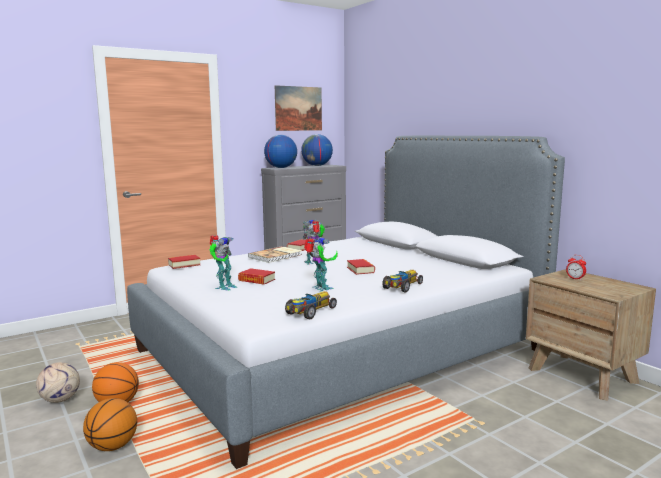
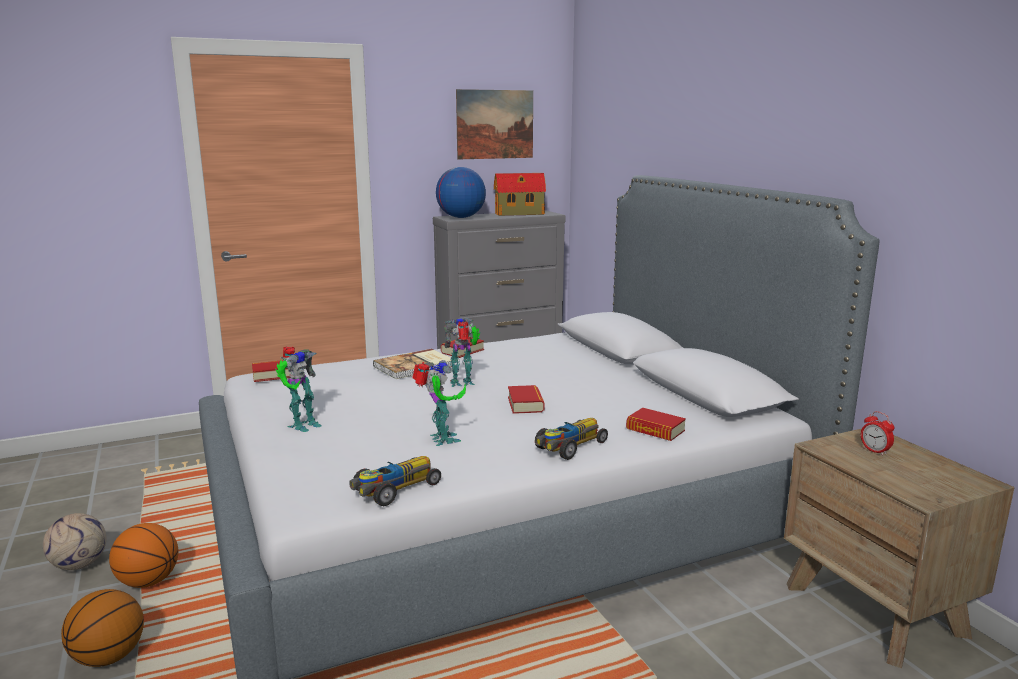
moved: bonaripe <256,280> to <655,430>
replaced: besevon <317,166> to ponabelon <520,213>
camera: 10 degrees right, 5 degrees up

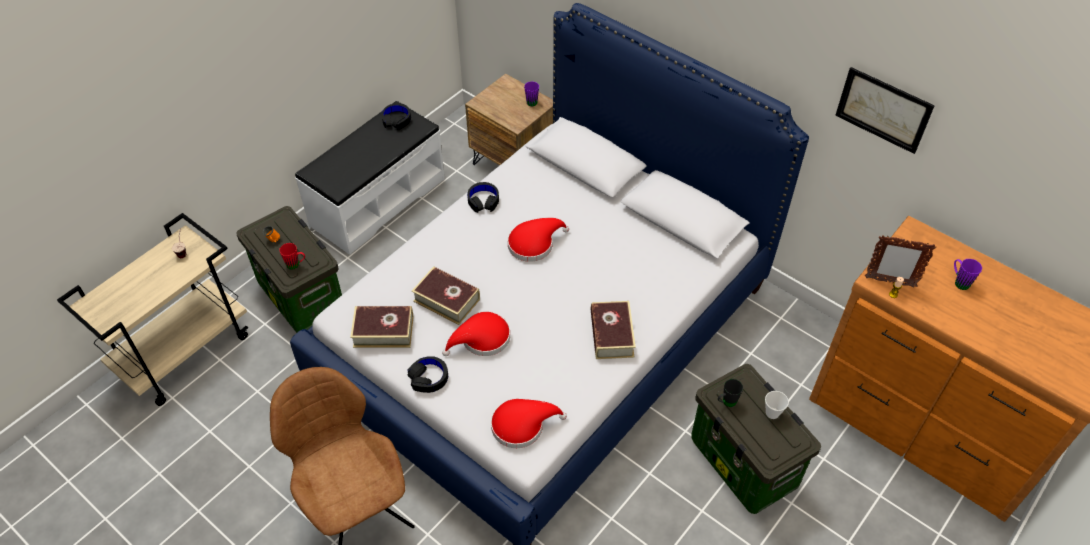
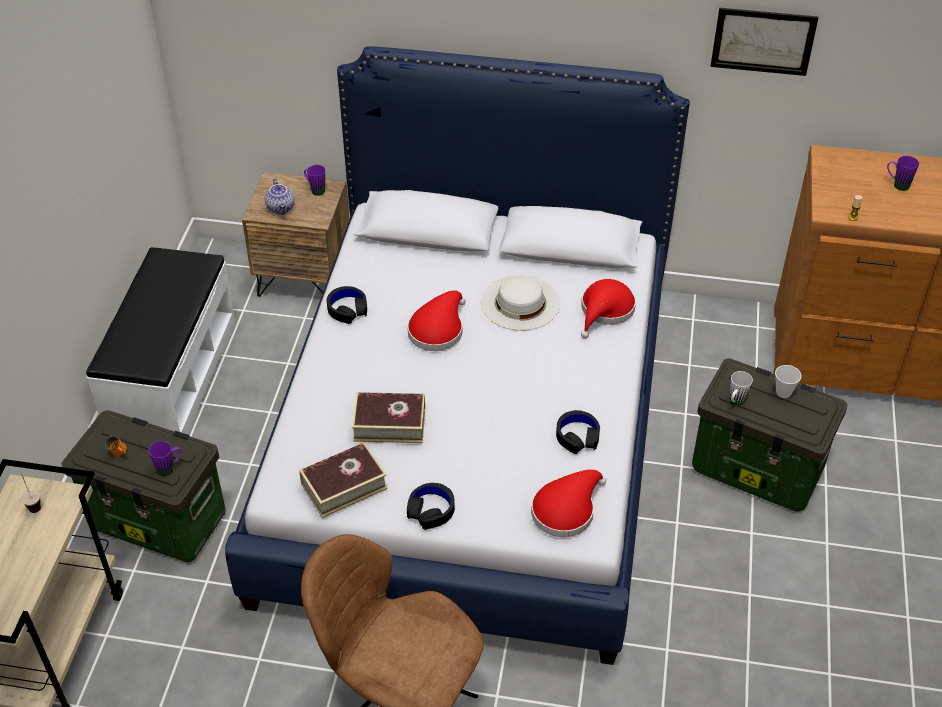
removed: bonaripe <611,334>; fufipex <889,282>
added: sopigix <281,208>; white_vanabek <520,302>
moved: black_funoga <396,120> to <577,436>; red_vanabek <481,339> to <605,311>
recoloured: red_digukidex <296,265> to purple_digukidex <169,468>; black_digukidex <726,402> to white_digukidex <735,402>
camera: 30 degrees left, 5 degrees down

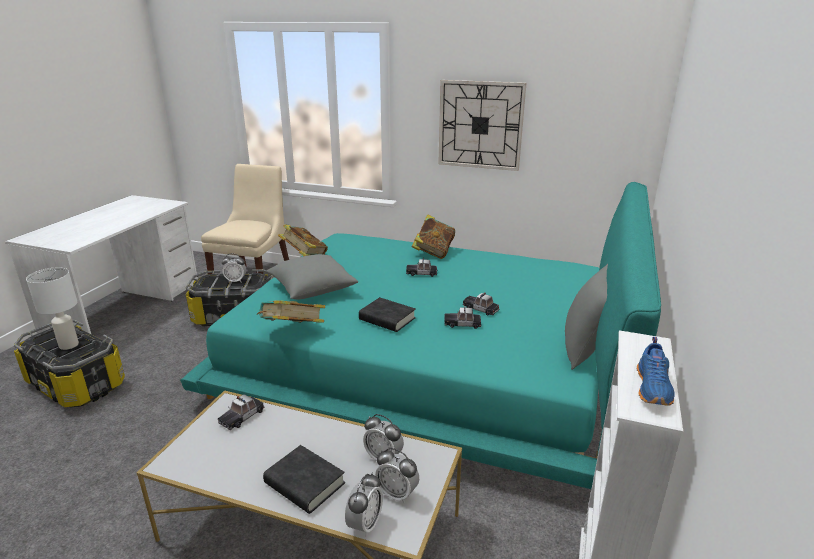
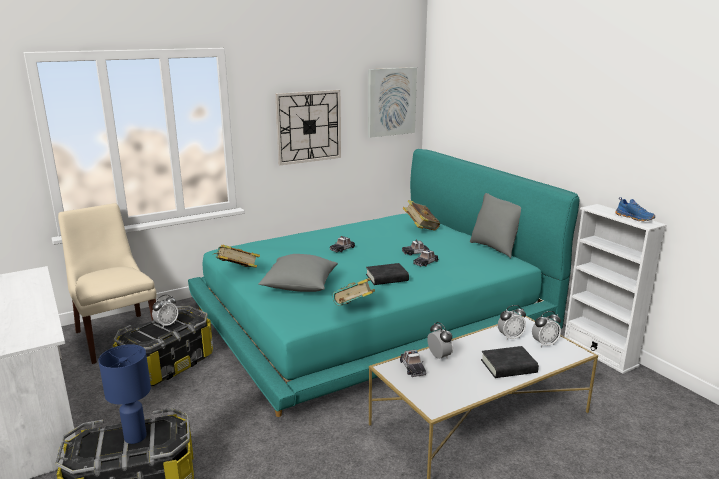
added: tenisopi <391,102>
moved: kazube <365,524> to <439,357>; bonaripe <433,252> to <420,229>
recoloured: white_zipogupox <69,345> to blue_zipogupox <135,436>
camera: 50 degrees left, 5 degrees down

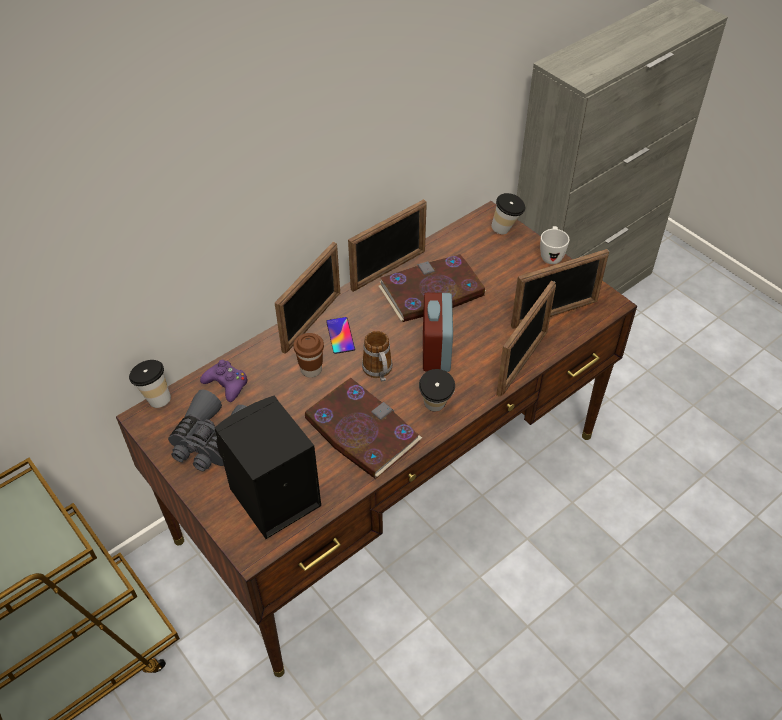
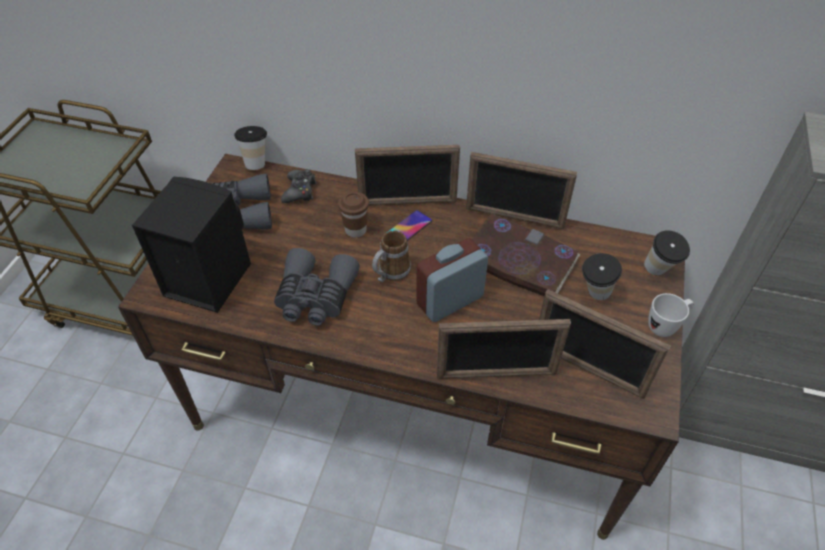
moved: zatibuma <435,409> to <594,296>
replaced: bonaripe <361,431> to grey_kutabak <315,297>
recoloured: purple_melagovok <226,384> to black_melagovok <300,191>
camera: 55 degrees right, 0 degrees up

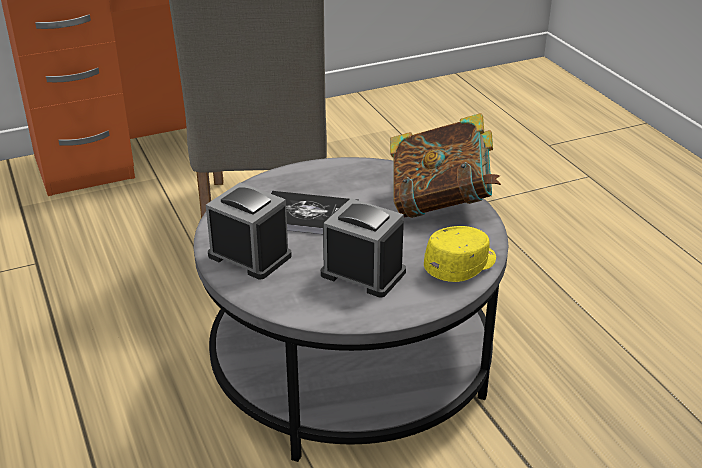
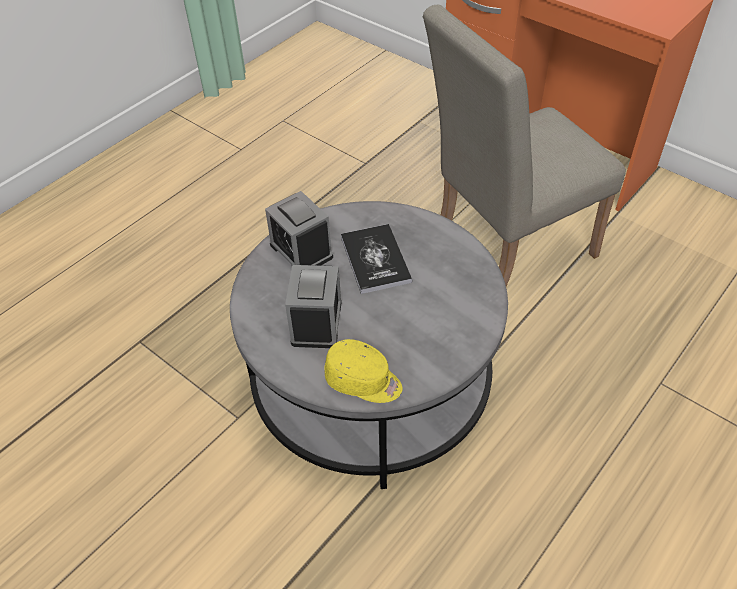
removed: bonaripe <441,204>
turned: kazube <249,256> = <301,250> 135 degrees clockwise
camera: 65 degrees right, 15 degrees up

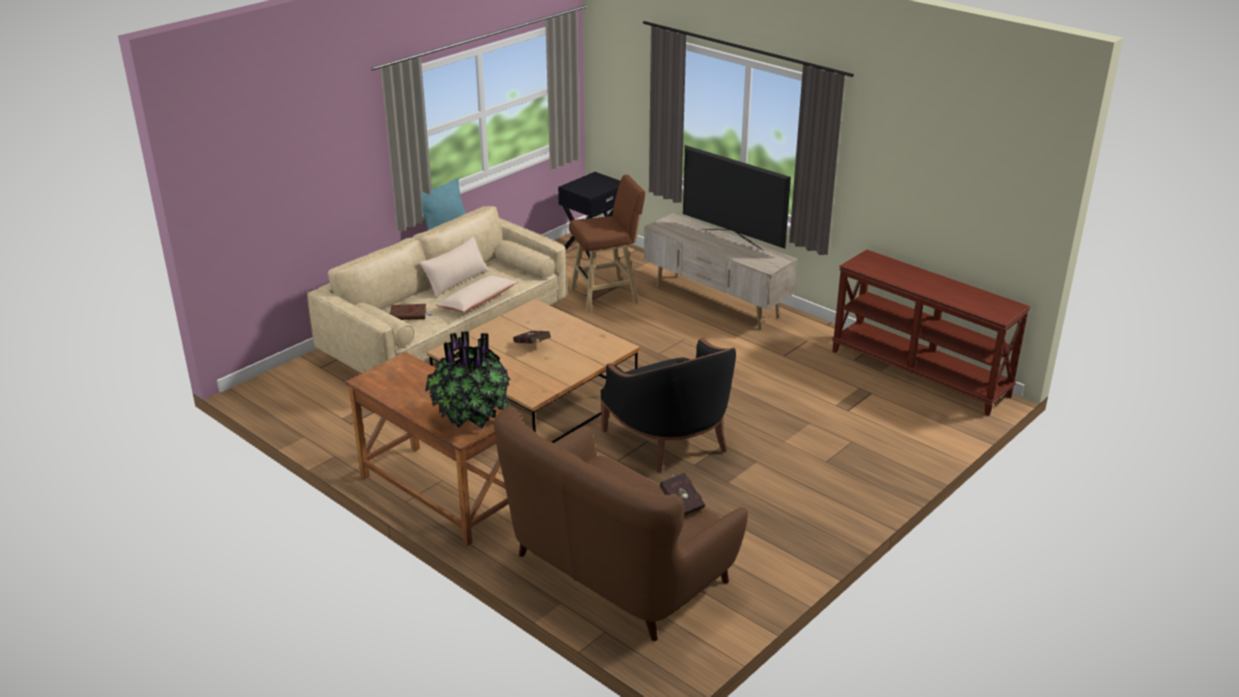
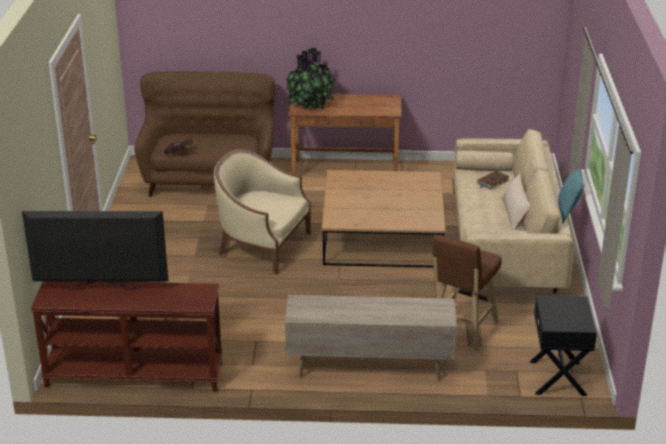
removed: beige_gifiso <477,302>; red_bonaripe <532,346>
moved: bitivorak <732,239> to <101,290>
recoloured: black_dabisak <670,439> to beige_dabisak <263,246>
camera: 140 degrees right, 0 degrees up

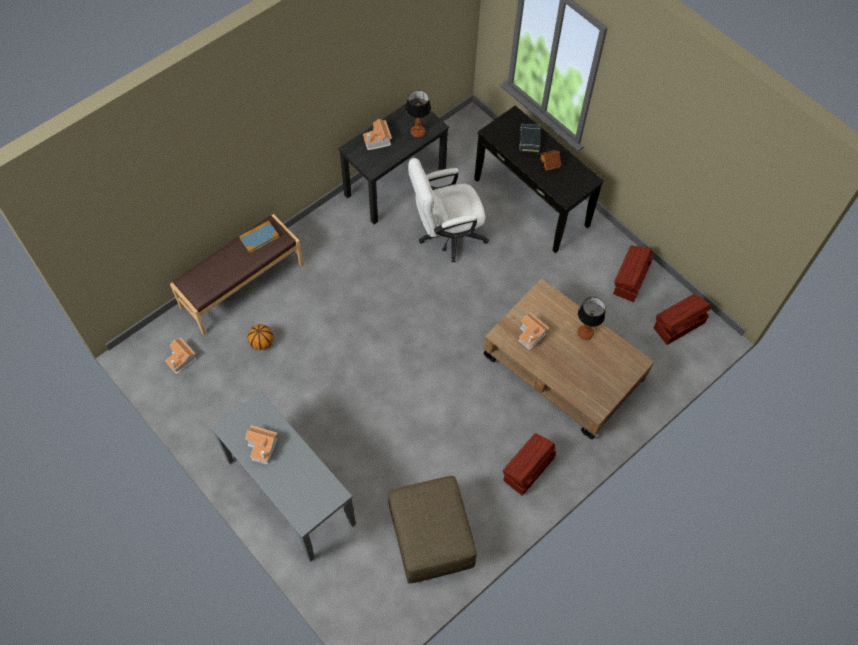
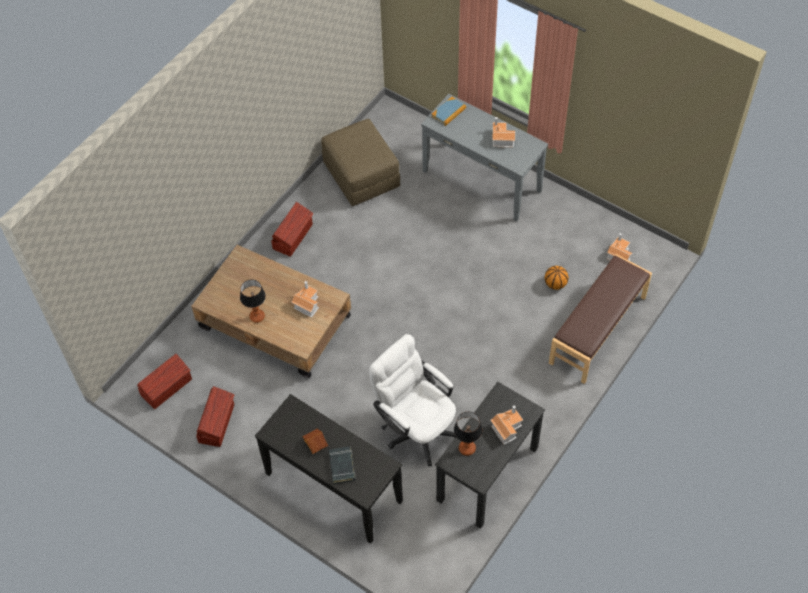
moved: bonaripe <259,237> to <448,112>
turned: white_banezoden <446,235> = <416,427> 105 degrees counterclockwise
camera: 170 degrees right, 5 degrees down

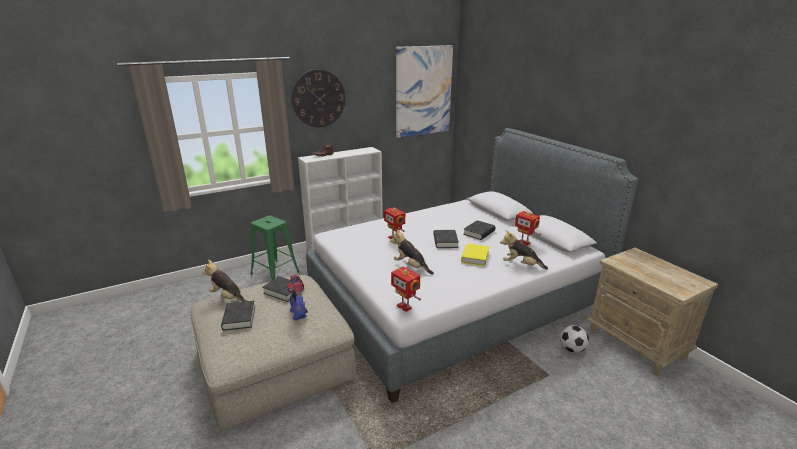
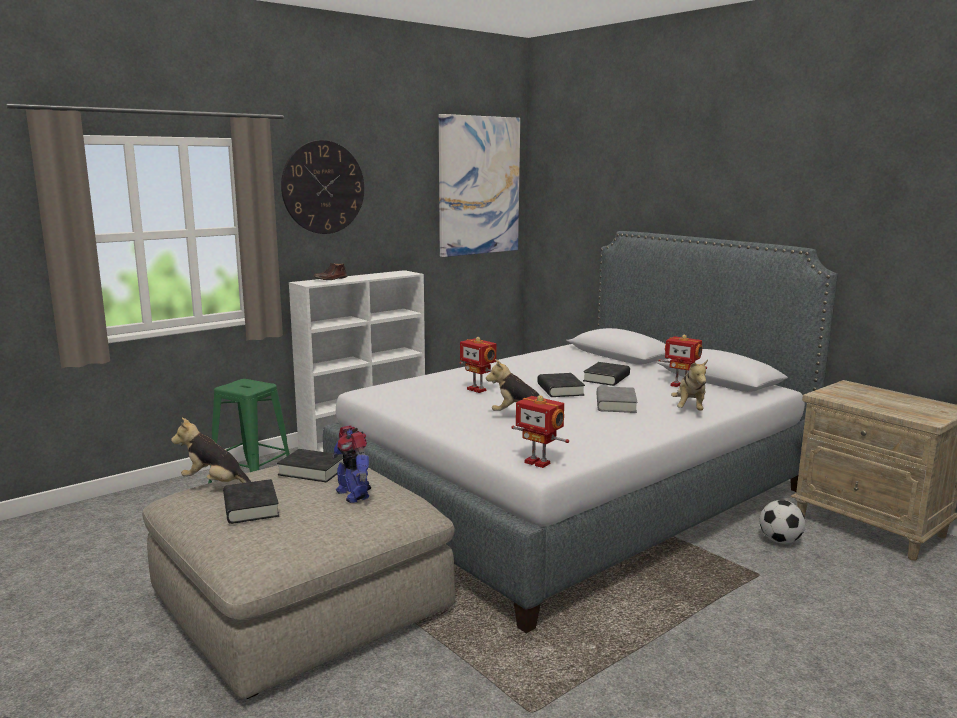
recoloured: yellow_bonaripe <475,257> to grey_bonaripe <615,404>
turned: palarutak <521,265> = <689,409> 90 degrees counterclockwise
camera: 10 degrees left, 10 degrees down

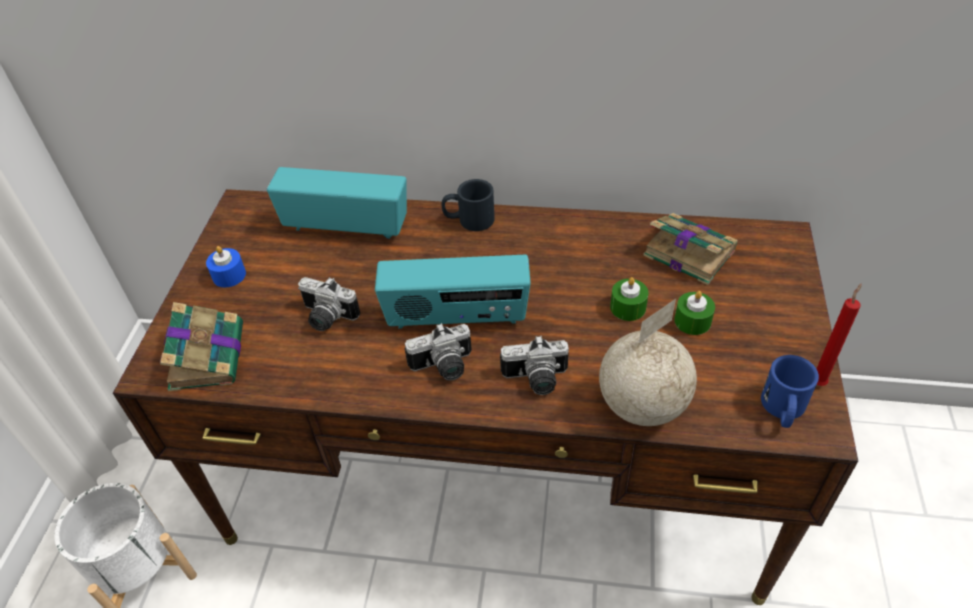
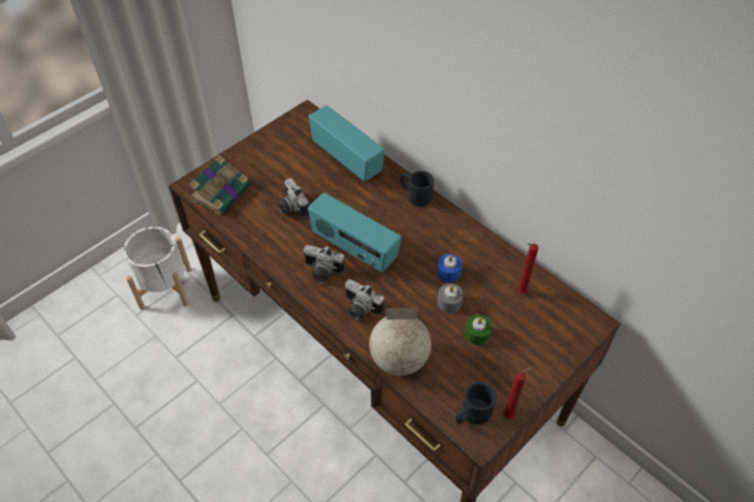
moved: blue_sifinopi <229,275> to <448,272>
replaced: bonaripe <687,252> to red_sifinopi <520,292>
recoloured: green_sifinopi <628,307> to grey_sifinopi <449,302>; blue_digukidex <783,410> to black_digukidex <471,414>
camera: 35 degrees right, 5 degrees up

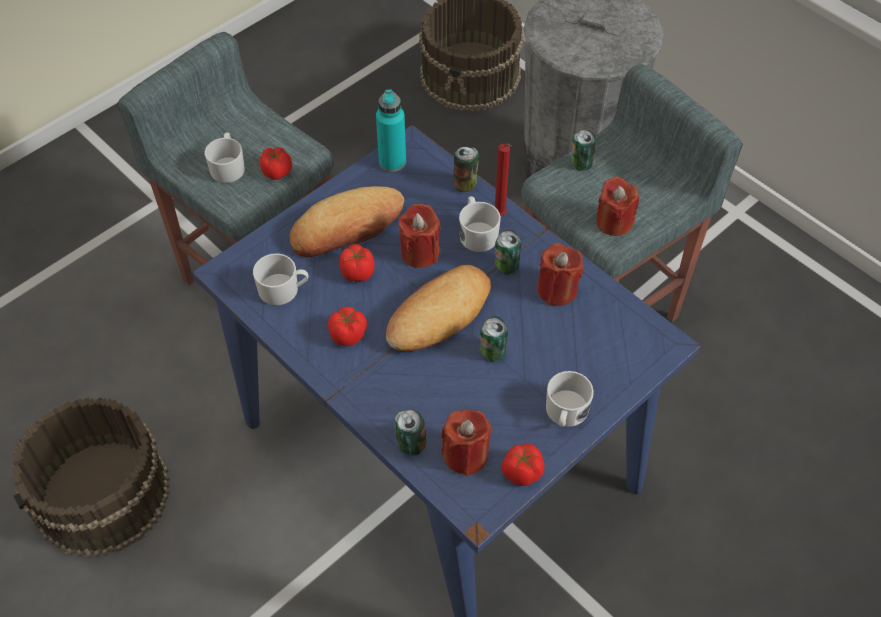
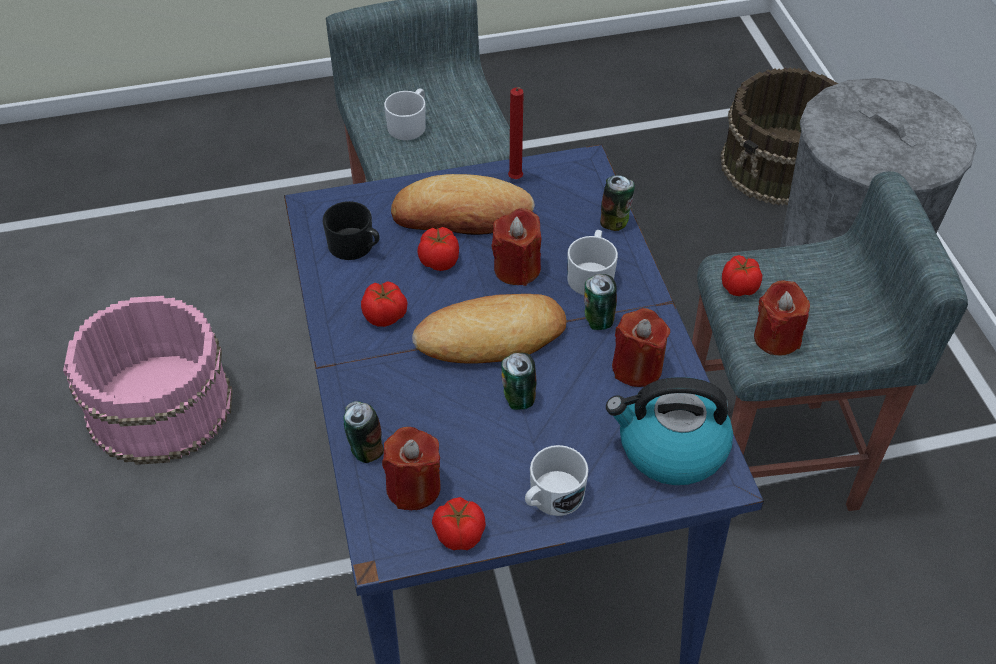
removed: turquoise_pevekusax <392,162>; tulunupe <580,164>
added: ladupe <670,448>
moved: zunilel <276,171> to <738,286>; red_sifinopi <501,216> to <515,180>
recoloured: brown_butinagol <103,496> to pink_butinagol <159,407>; white_digukidex <284,290> to black_digukidex <355,247>
camera: 30 degrees right, 5 degrees down

